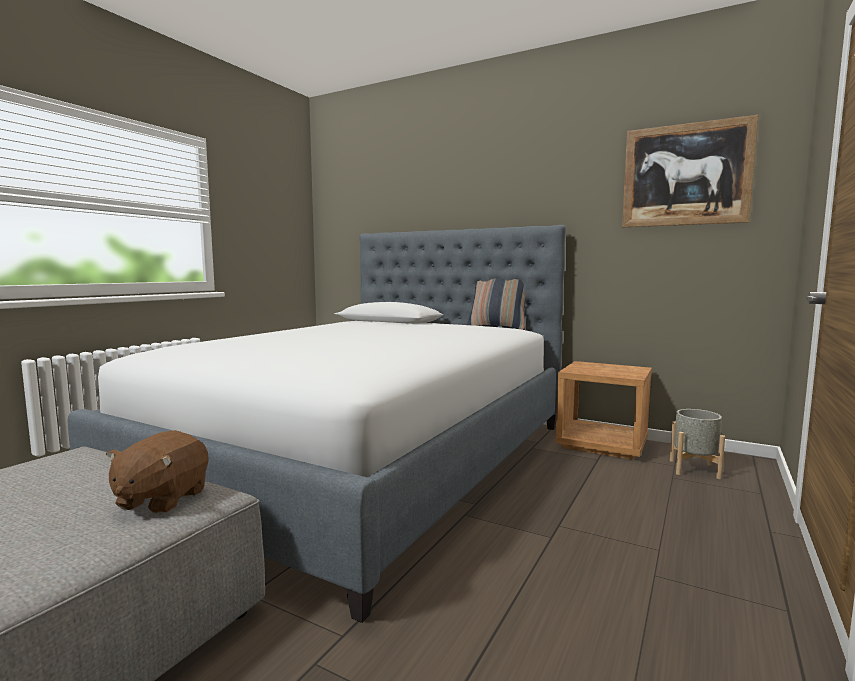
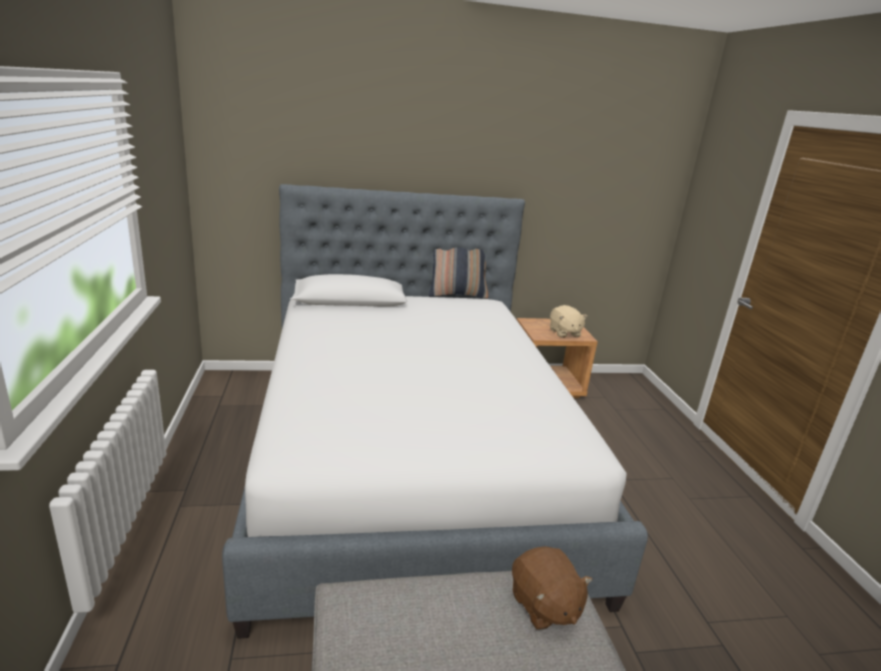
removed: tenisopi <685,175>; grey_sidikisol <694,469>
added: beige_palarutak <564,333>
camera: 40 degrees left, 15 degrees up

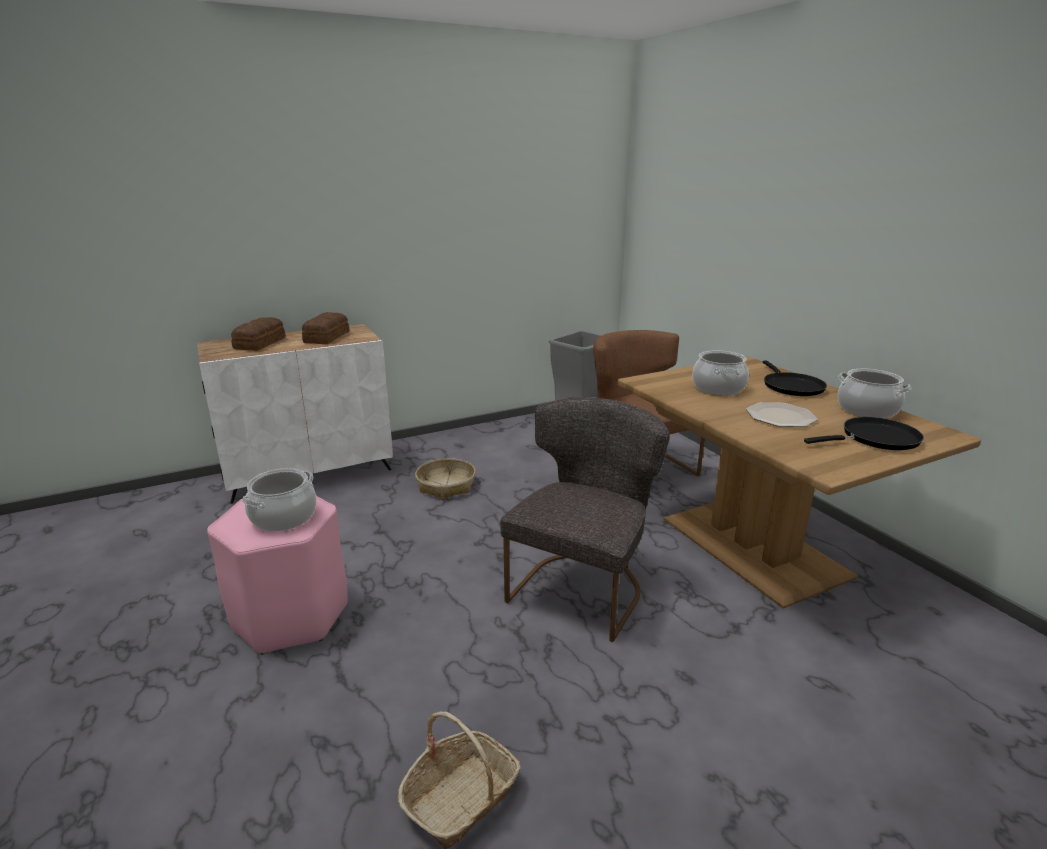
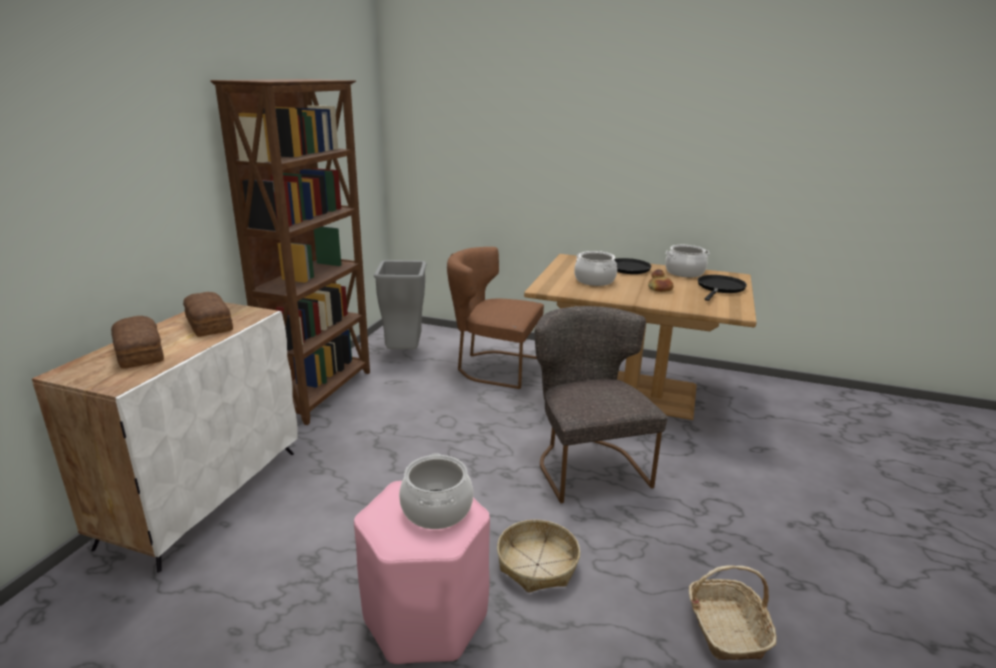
added: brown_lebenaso <322,392>
moved: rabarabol <446,486> to <537,564>
replaced: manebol <780,416> to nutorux <659,289>
camera: 45 degrees left, 0 degrees up

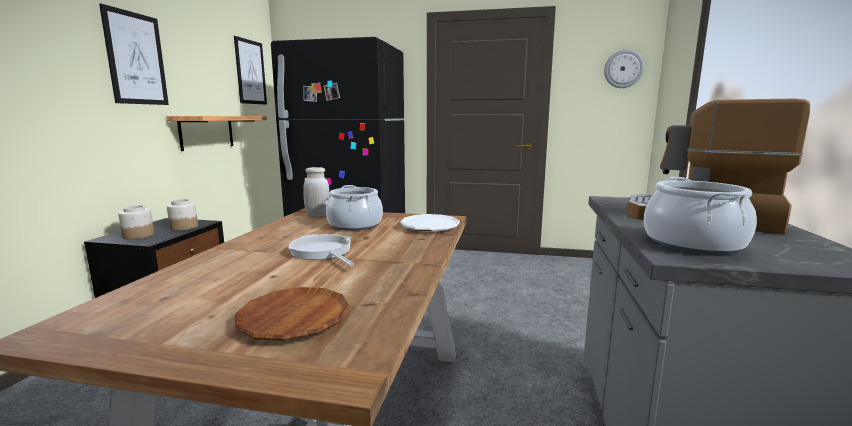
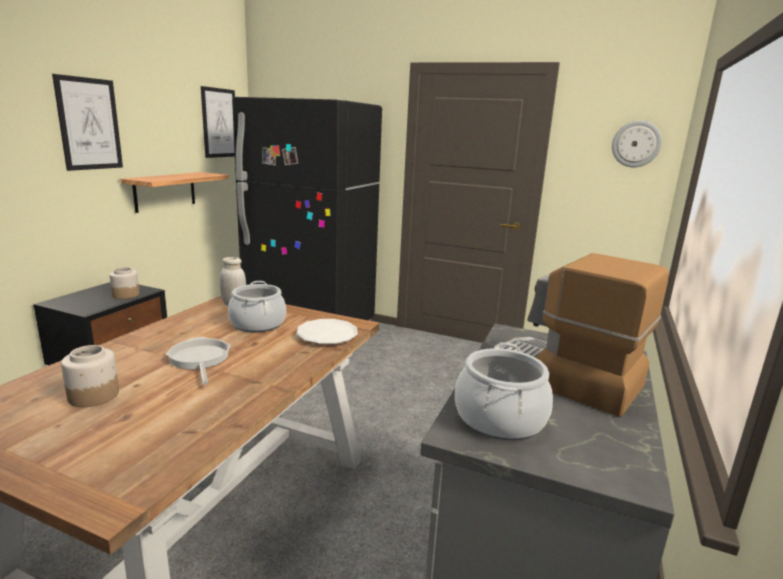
removed: brown_manebol <294,320>
moved: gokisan <138,235> to <93,396>
camera: 10 degrees right, 5 degrees up

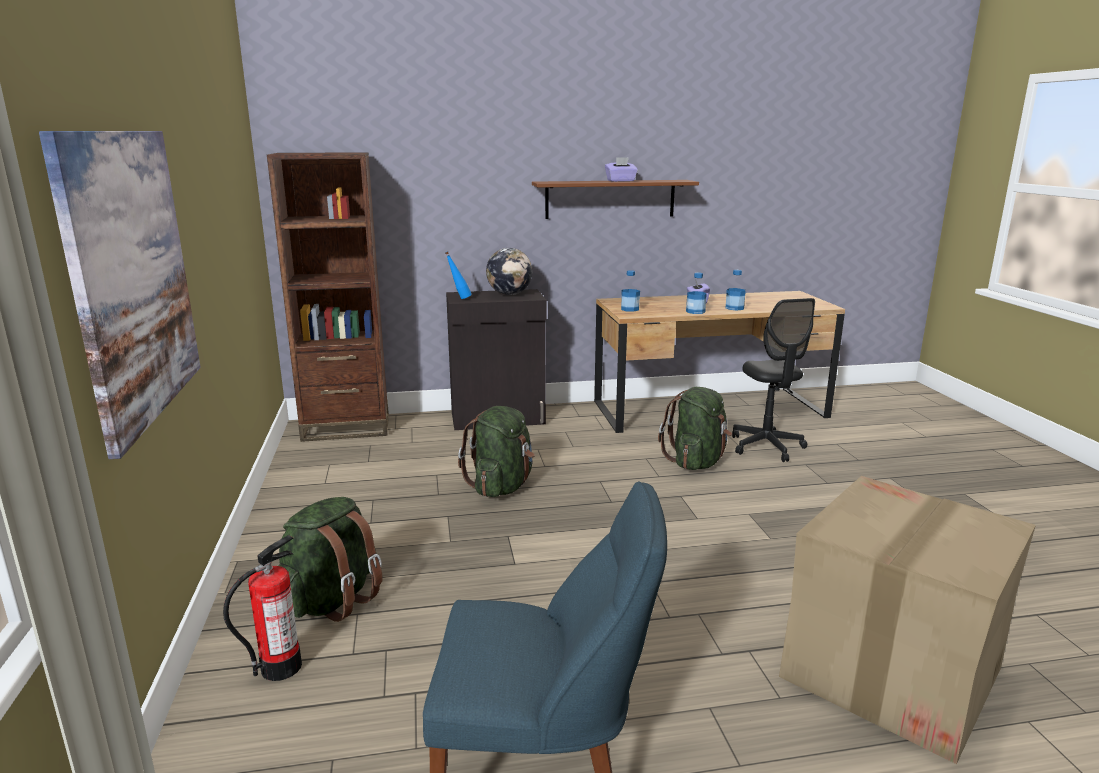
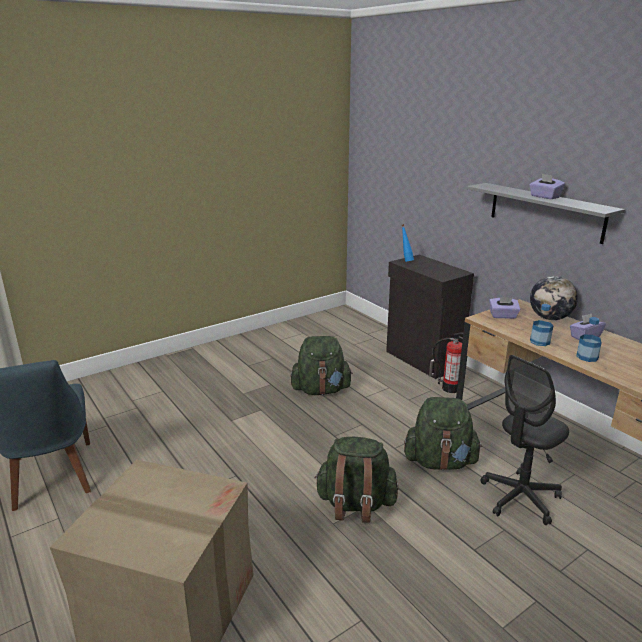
removed: tenisopi <132,277>; brown_lebenaso <346,428>
moved: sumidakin <280,667> to <450,388>; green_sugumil <331,600> to <355,504>; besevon <509,294> to <549,318>
replaced: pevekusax <630,309> to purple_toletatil <503,316>
recoloured: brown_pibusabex <610,199> to grey_pibusabex <545,212>
camera: 65 degrees right, 5 degrees up

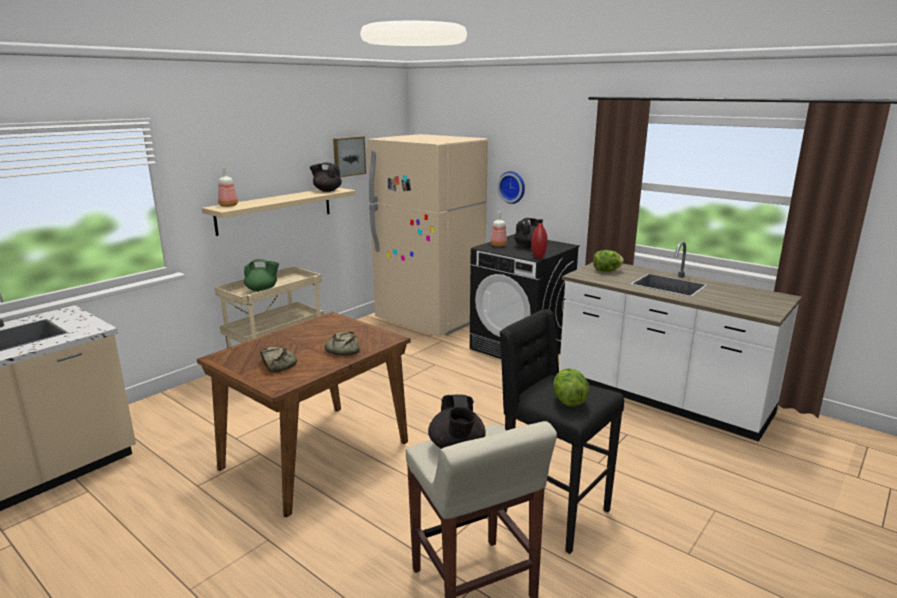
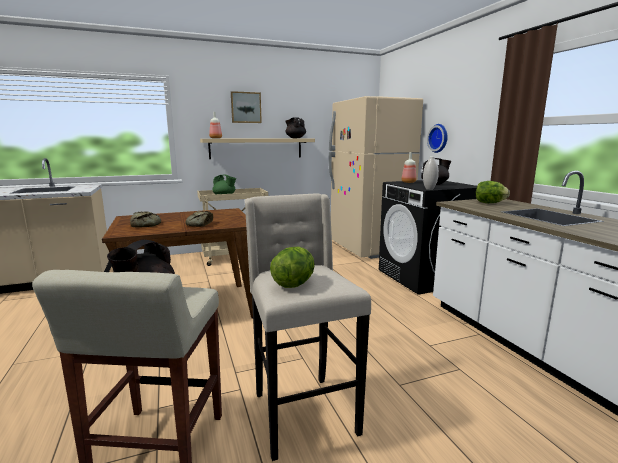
moved: tenisopi <348,156> to <246,107>
recoloured: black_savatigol <551,512> to beige_savatigol <302,413>; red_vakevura <538,257> to white_vakevura <429,189>
camera: 30 degrees right, 5 degrees down

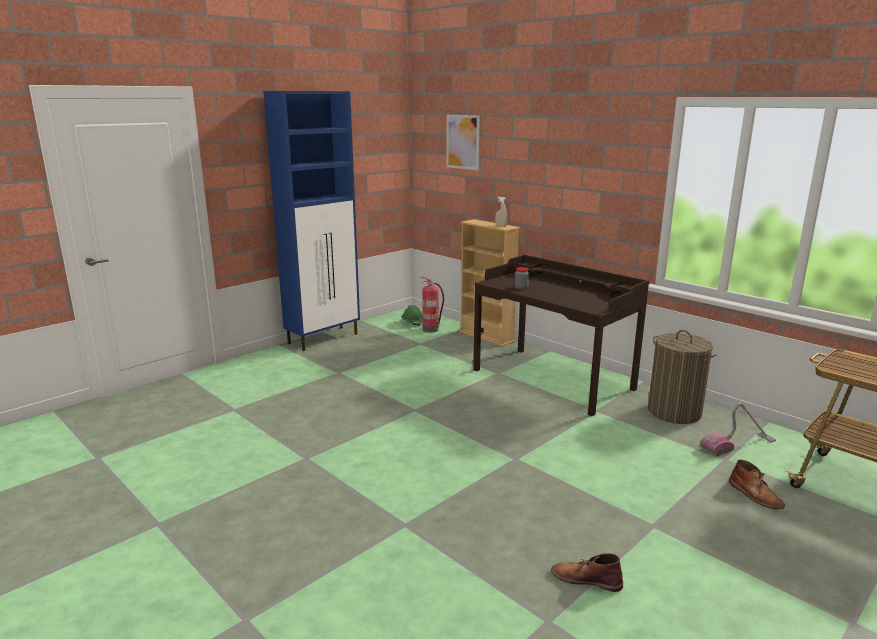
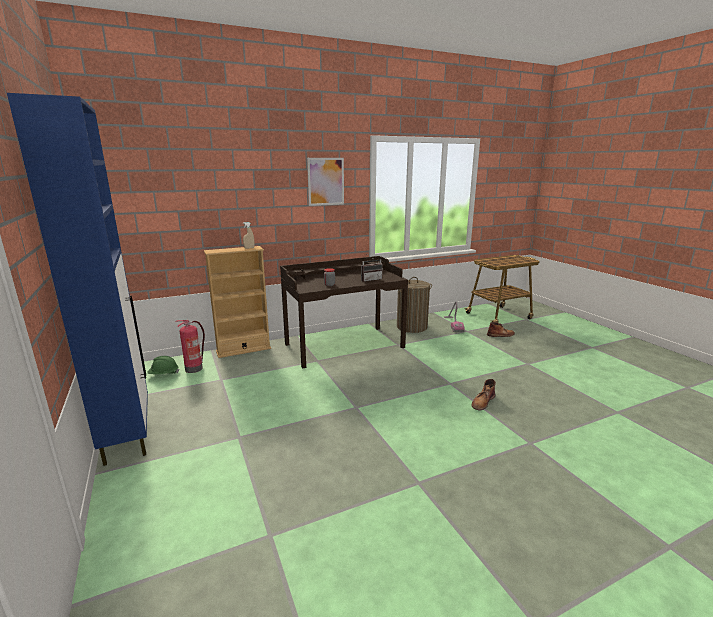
added: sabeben <370,279>
moved: tenisopi <462,142> to <326,181>; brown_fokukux <585,579> to <483,402>
camera: 70 degrees left, 0 degrees up

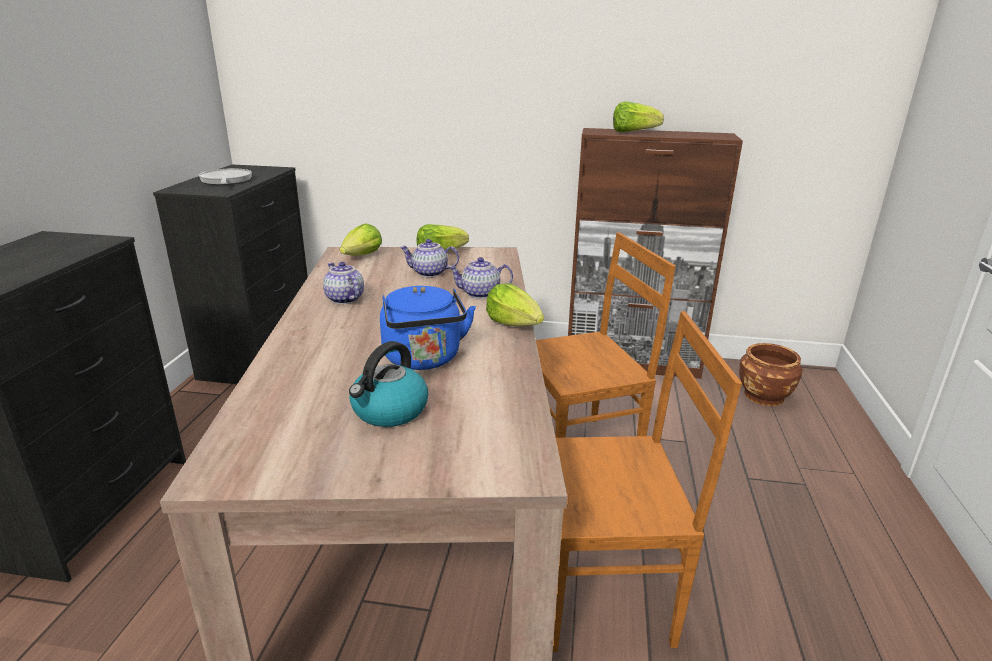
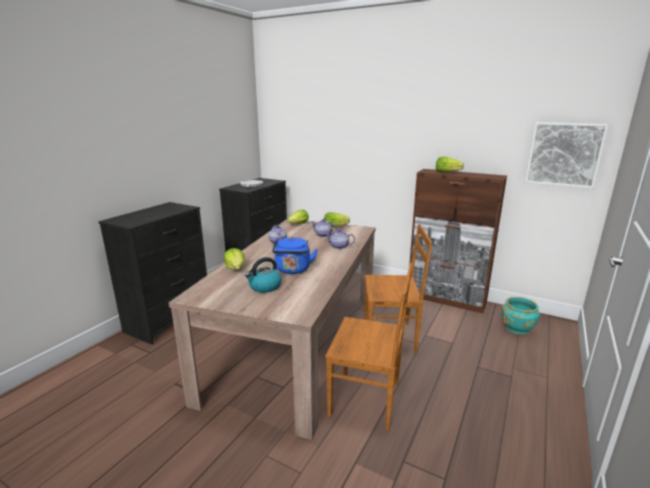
added: tenisopi <564,154>
moved: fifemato <515,324> to <236,268>
recoloured: brown_sidikisol <764,395> to turquoise_sidikisol <517,328>
camera: 20 degrees right, 5 degrees down

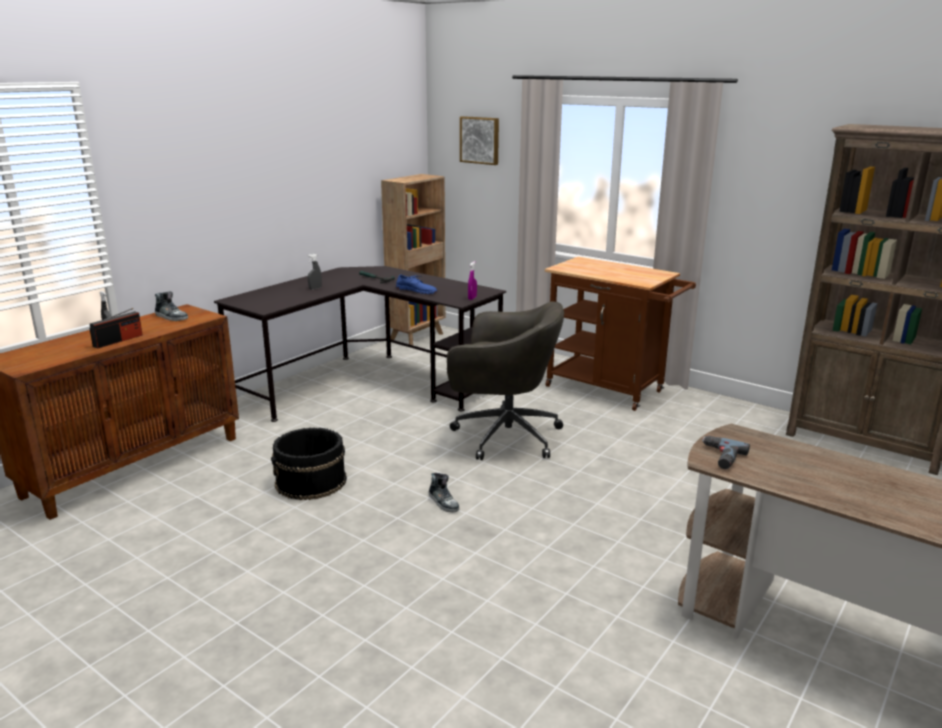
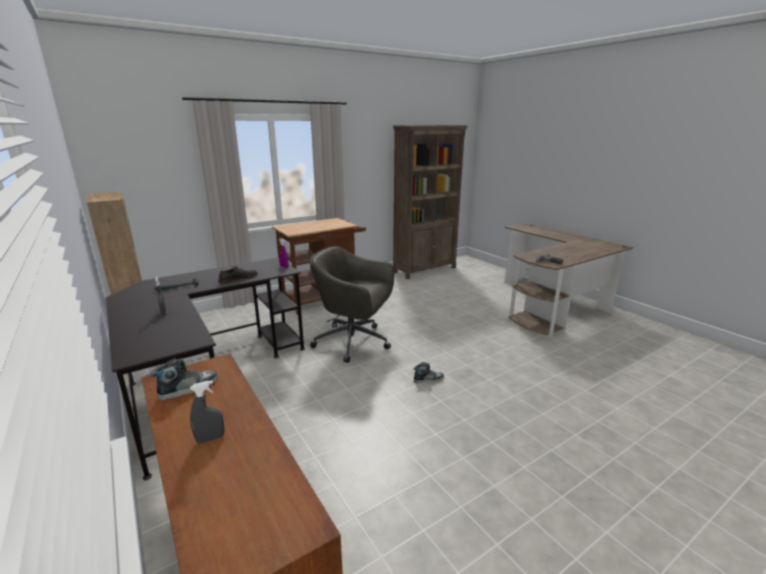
removed: sabeben <118,340>; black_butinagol <311,482>; tenisopi <480,140>
recoloured: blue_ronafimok <416,290> to grey_ronafimok <238,278>
turned: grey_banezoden <503,436> = <354,342> 105 degrees counterclockwise
camera: 70 degrees left, 0 degrees up

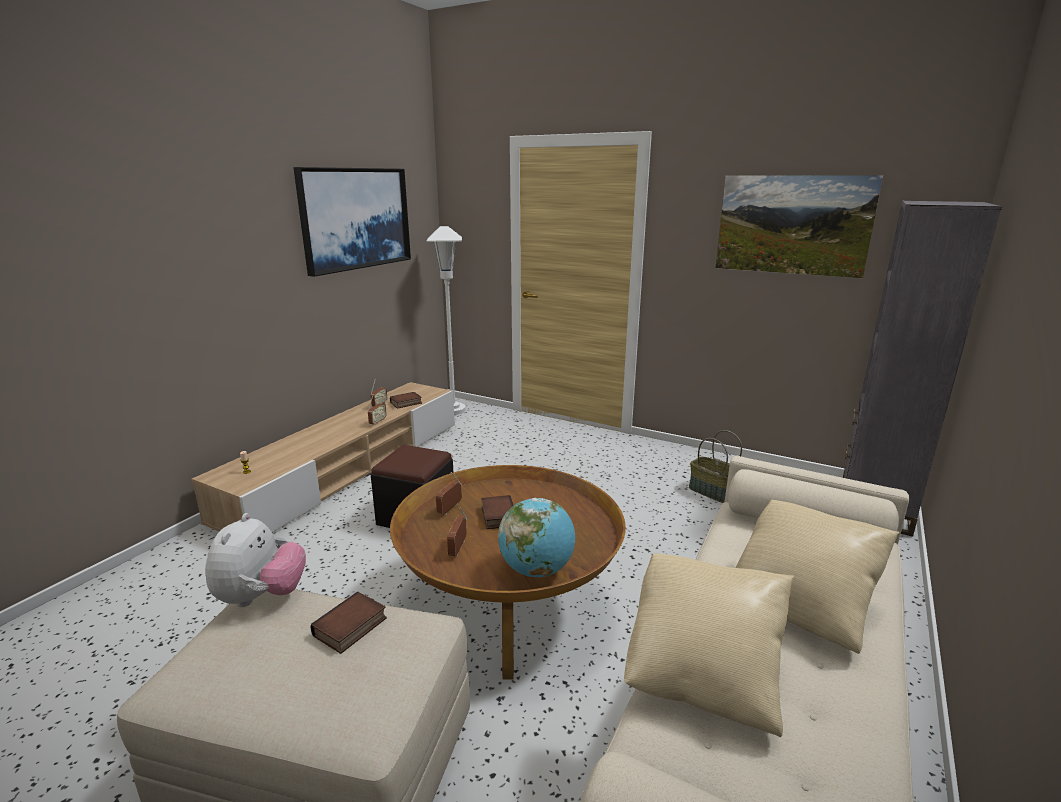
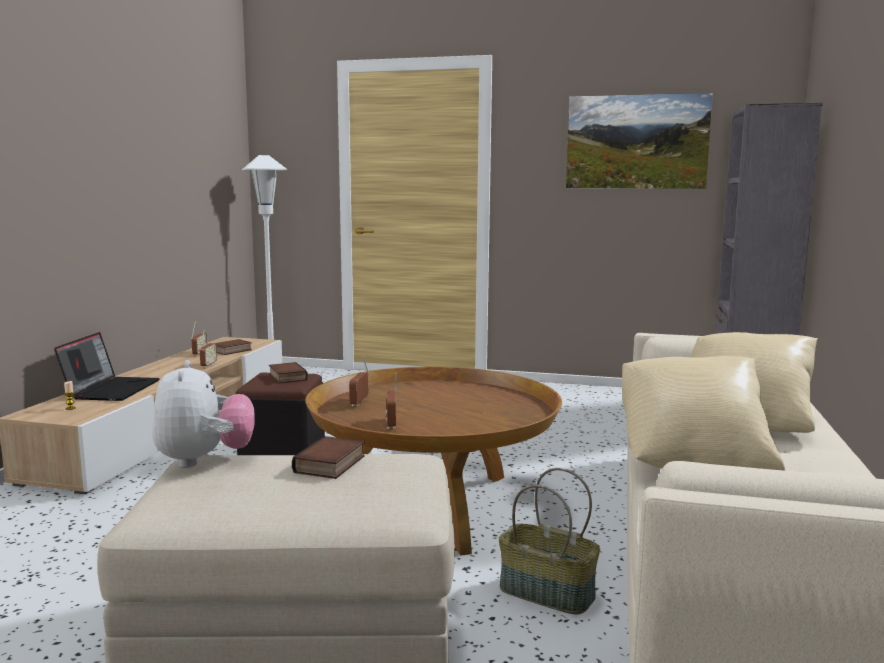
removed: tenisopi <356,218>; besevon <537,570>
added: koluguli <111,389>
moved: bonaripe <497,516> to <286,377>; rabarabol <712,492> to <545,593>
camera: 15 degrees left, 10 degrees down

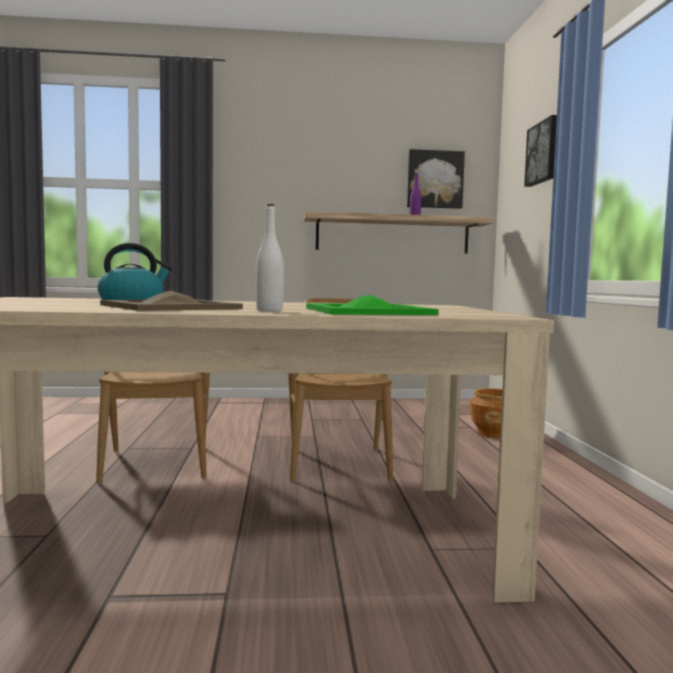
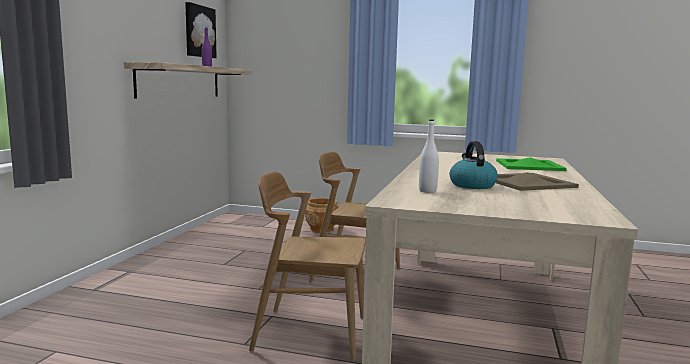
removed: tenisopi <544,152>
moved: white_pevekusax <269,310> to <427,191>
camera: 70 degrees left, 5 degrees up

